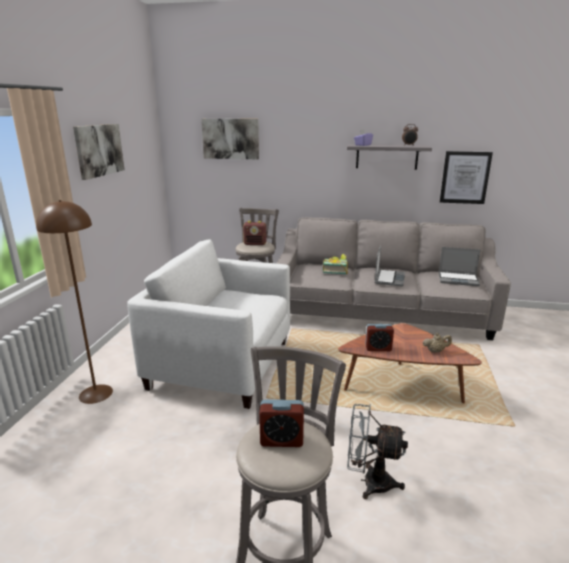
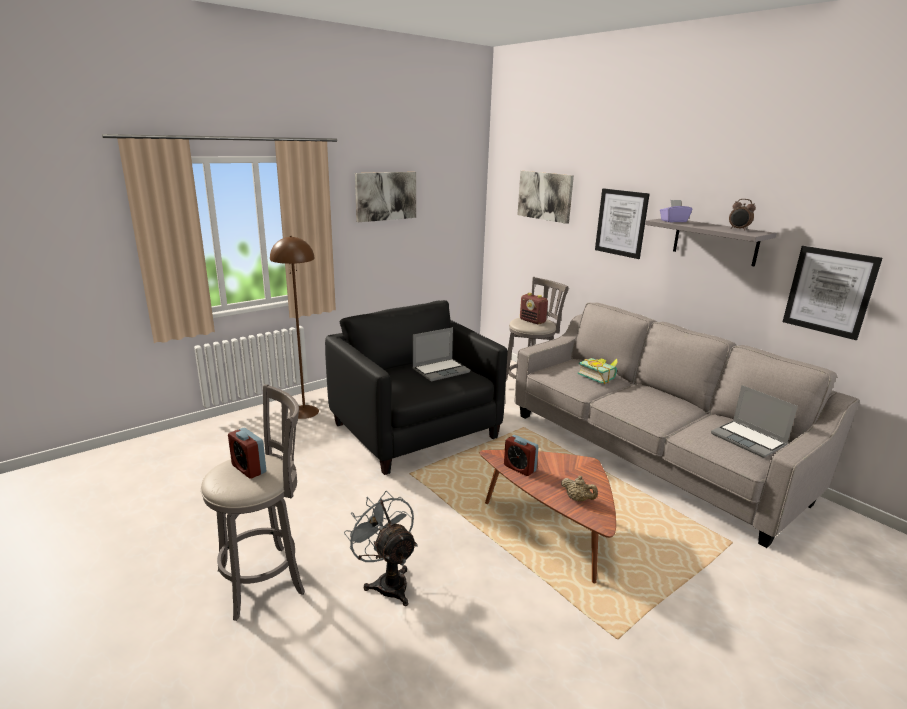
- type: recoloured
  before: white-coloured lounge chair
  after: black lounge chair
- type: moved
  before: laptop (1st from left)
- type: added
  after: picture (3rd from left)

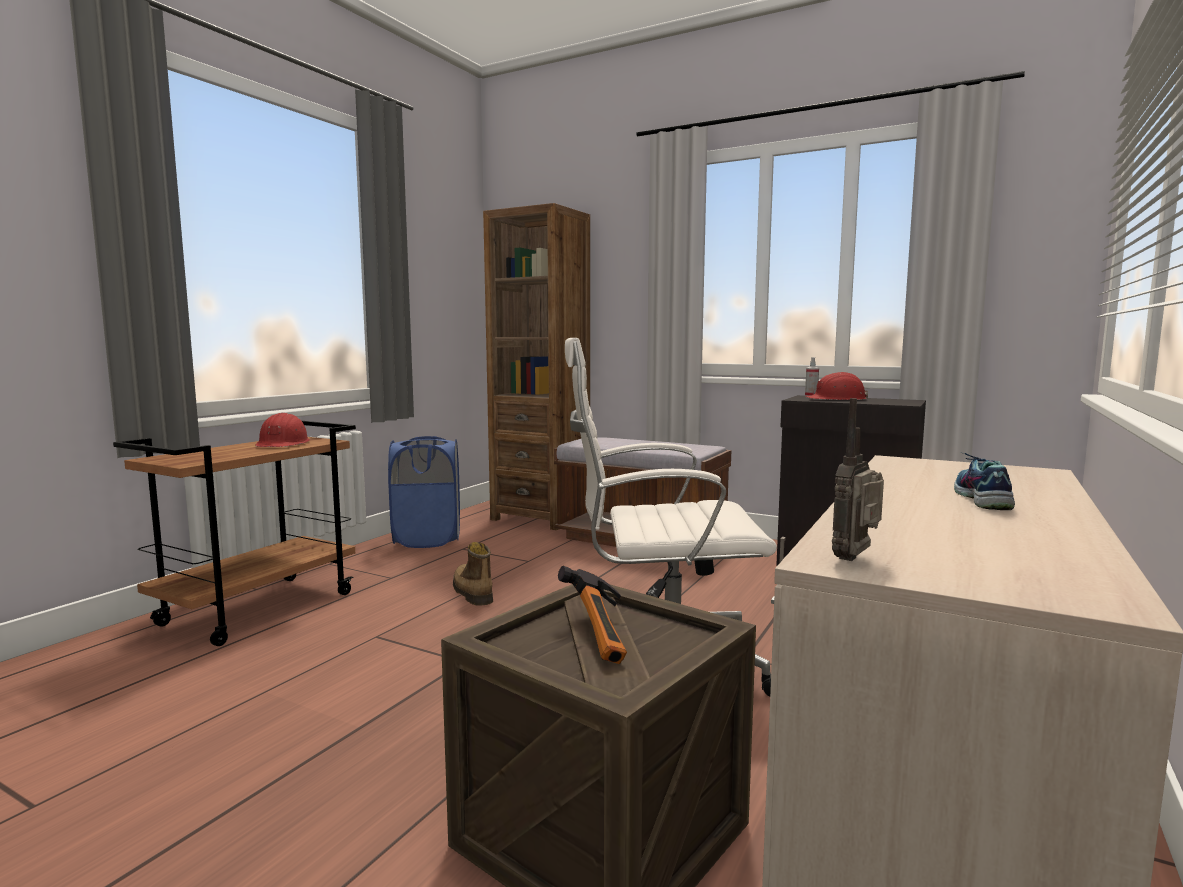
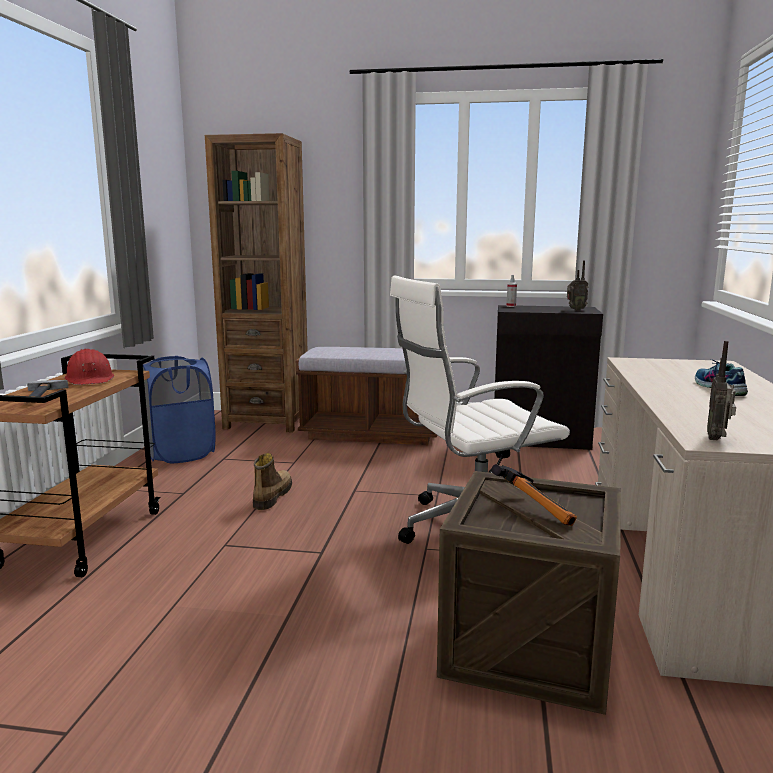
- type: turned
  before: high-top boot
  turn: 60
- type: removed
  before: red-coloured safety helmet (2nd from left)
- type: added
  after: hand hammer (1st from left)
- type: added
  after: radio (1st from left)

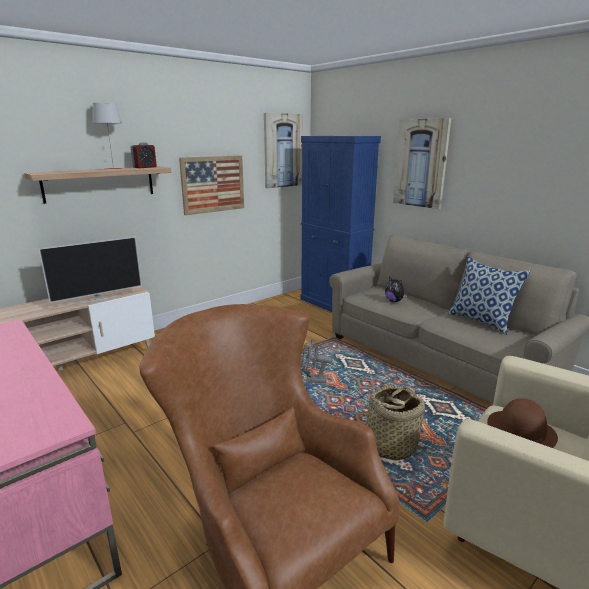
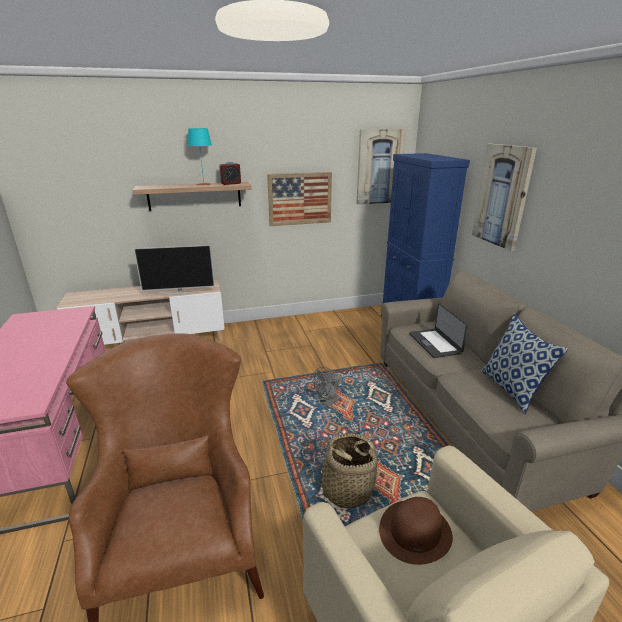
- type: recoloured
  before: grey lamp for a table
  after: turquoise lamp for a table
- type: turned
  before: grey fan
  turn: -75
- type: replaced
  before: cuddly toy
  after: laptop

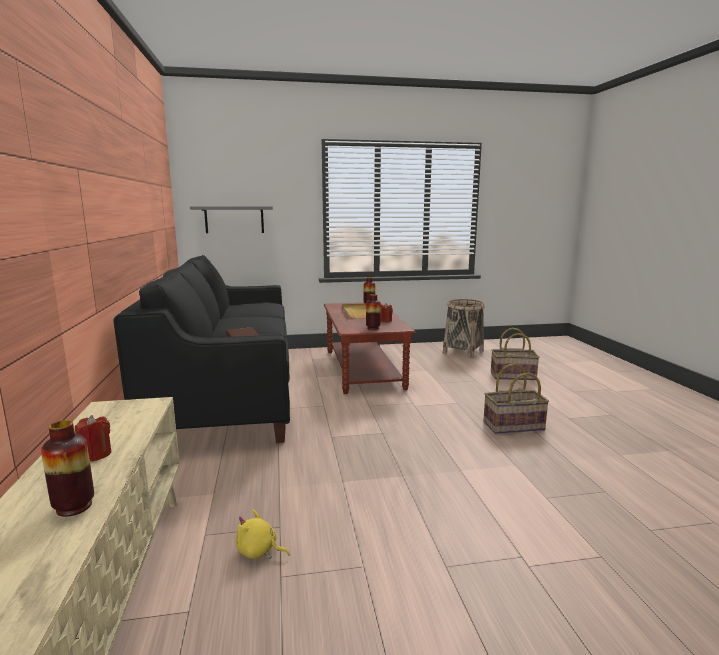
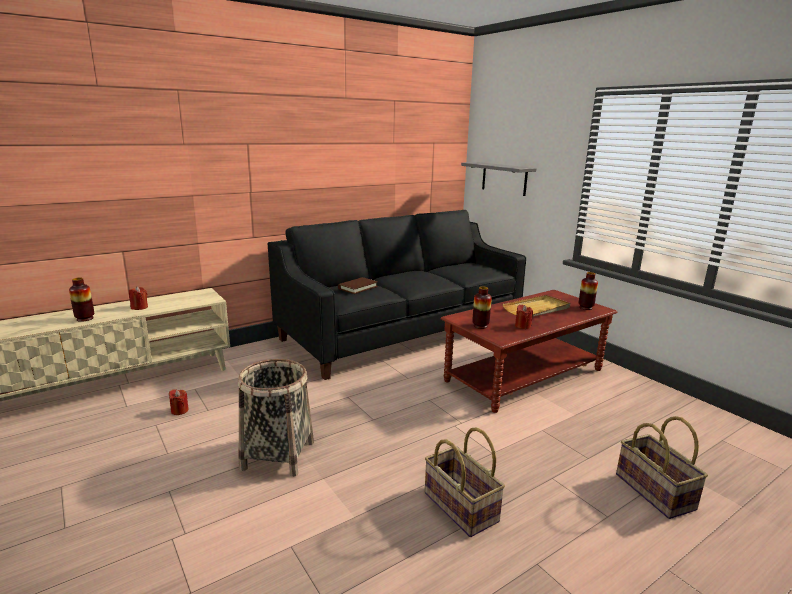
- type: replaced
  before: yellow-coloured cuddly toy
  after: red-coloured wax candle (2nd from left)
- type: moved
  before: storage basket (1st from left)

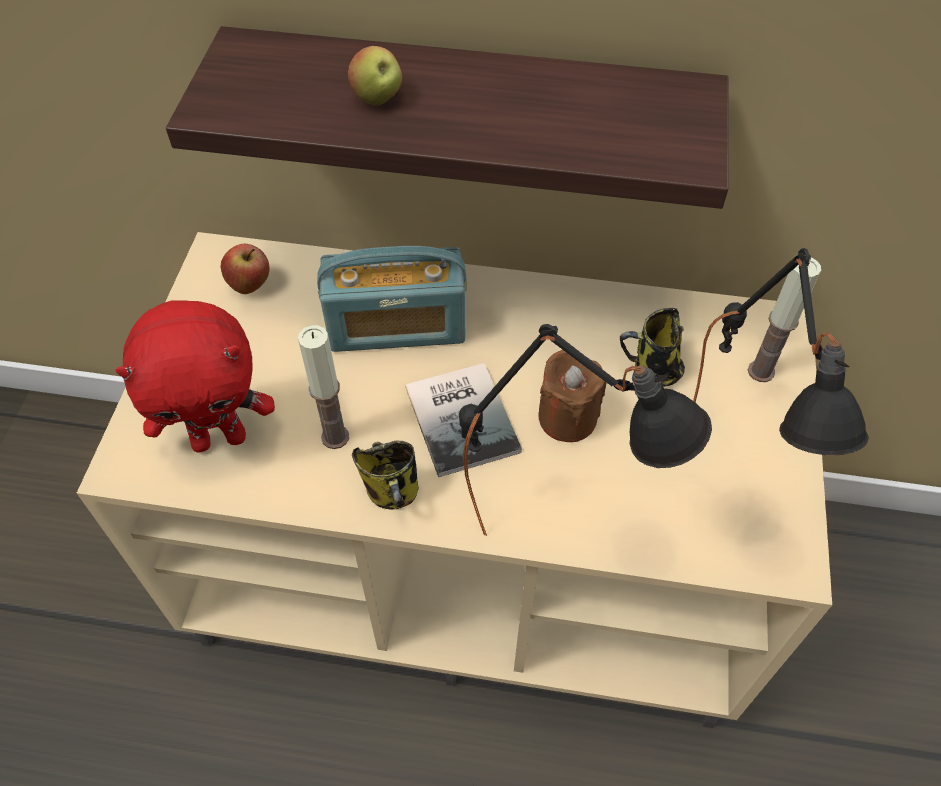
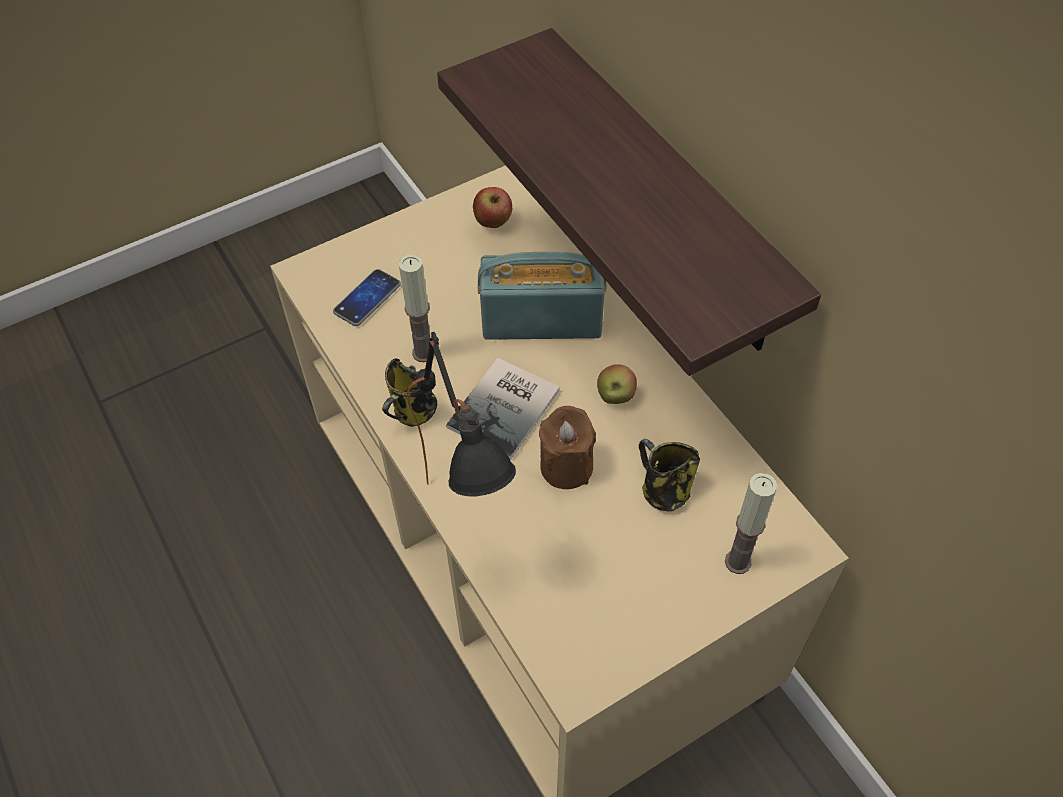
- type: replaced
  before: red-coloured cuddly toy
  after: handset
- type: turned
  before: radio
  turn: 135
- type: moved
  before: apple (2nd from left)
- type: removed
  before: black lamp for a table (2nd from left)

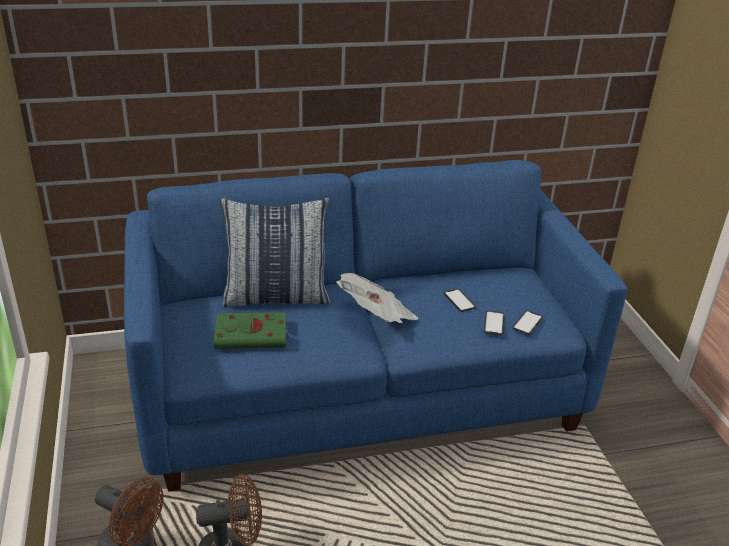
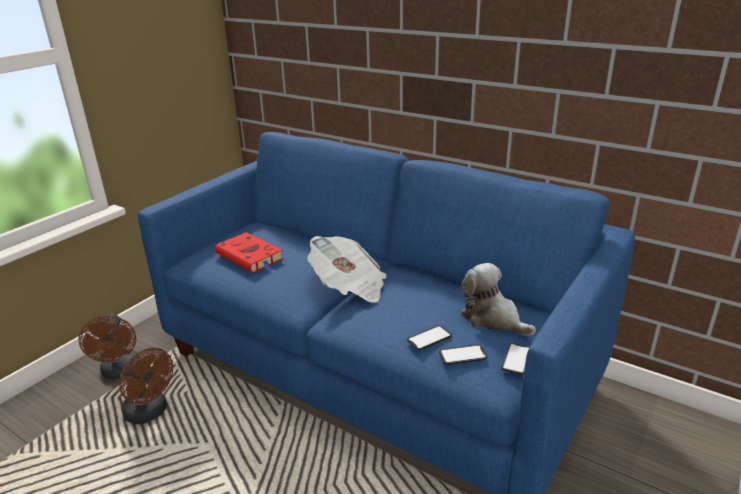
- type: recoloured
  before: green-coloured book
  after: red-coloured book
- type: removed
  before: cushion
- type: moved
  before: handset (1st from left in the first image)
  after: handset (3rd from left)
- type: added
  after: cuddly toy

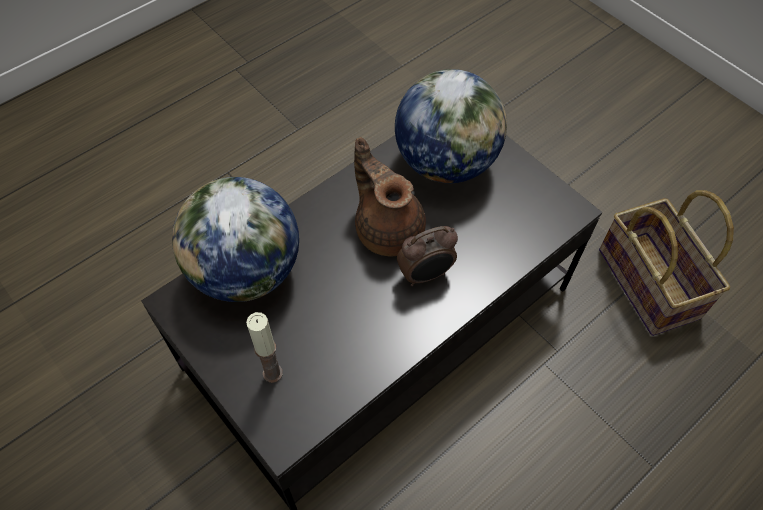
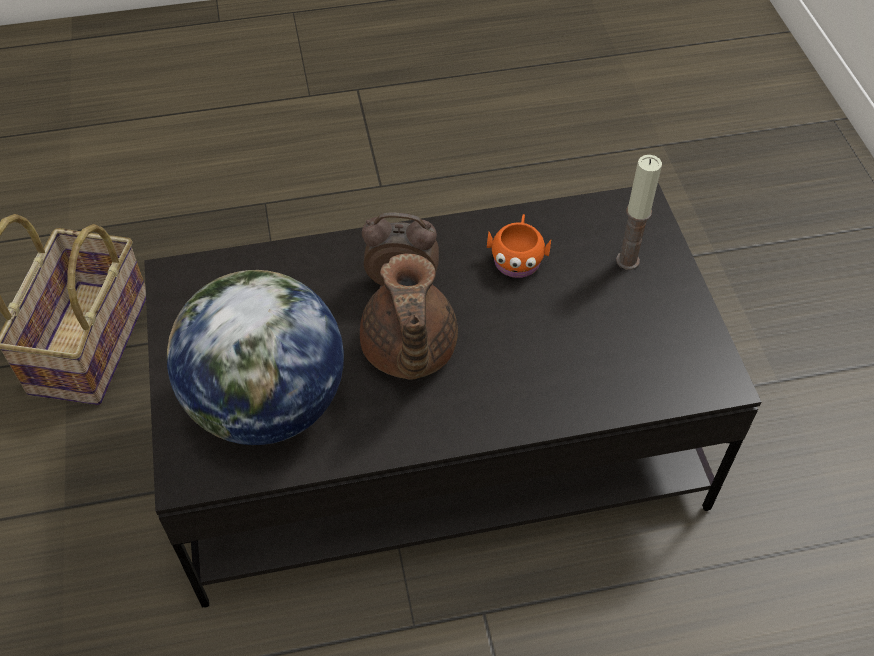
- type: removed
  before: desk globe (1st from left)
- type: added
  after: orangey mug

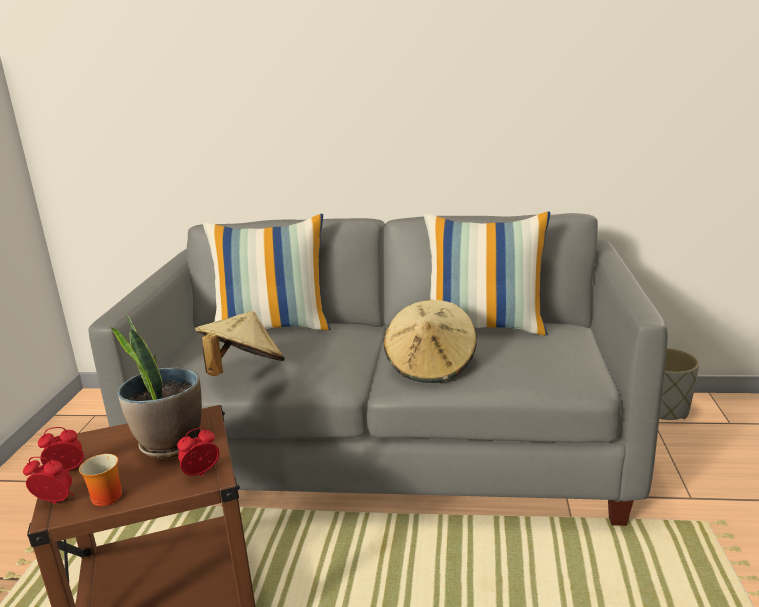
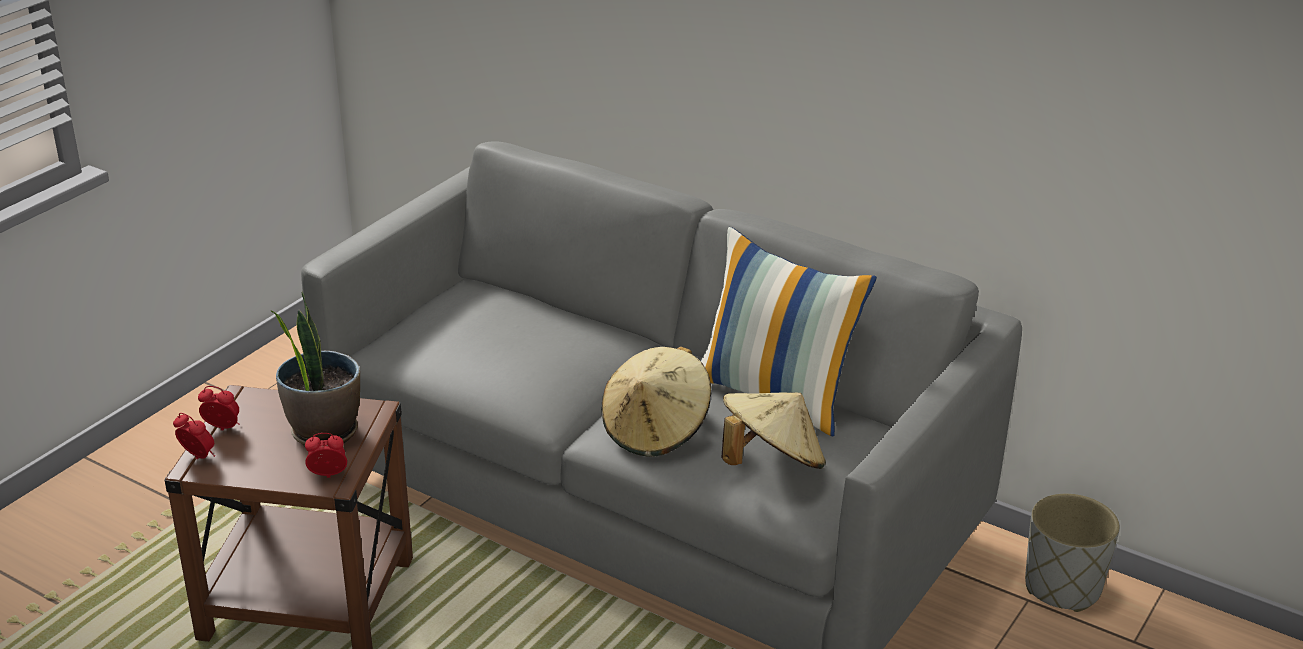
- type: removed
  before: mug
- type: moved
  before: sand-coloured hat (1st from left in the first image)
  after: sand-coloured hat (2nd from left)
- type: removed
  before: cushion (1st from left)

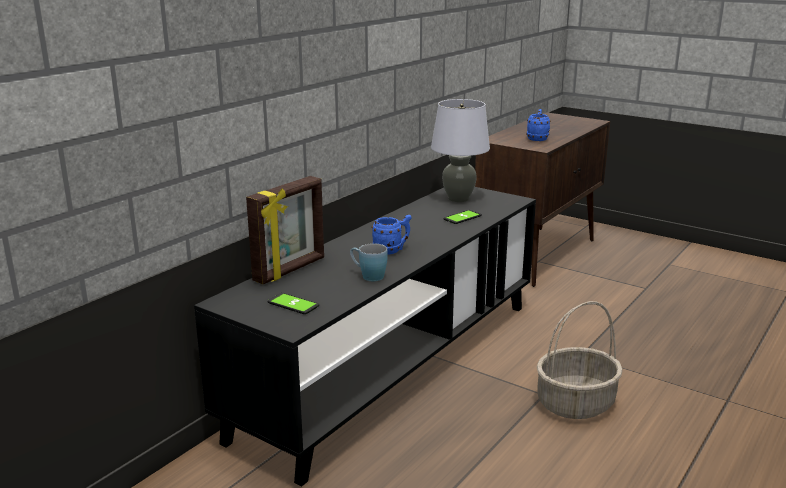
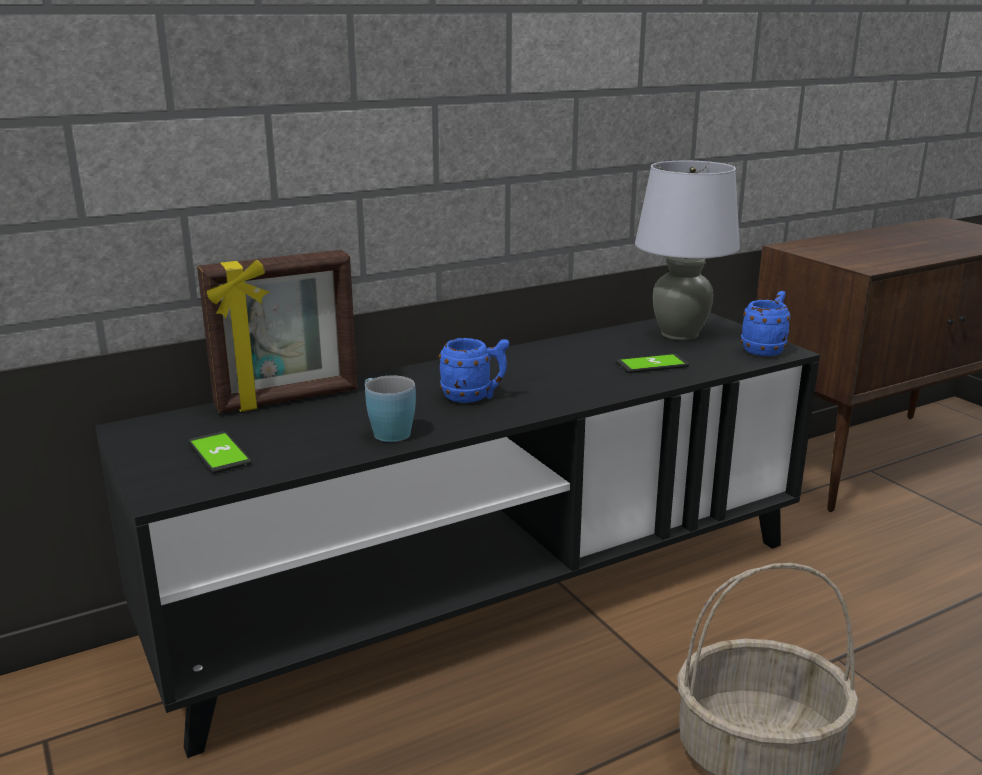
- type: moved
  before: bluish mug (3rd from left)

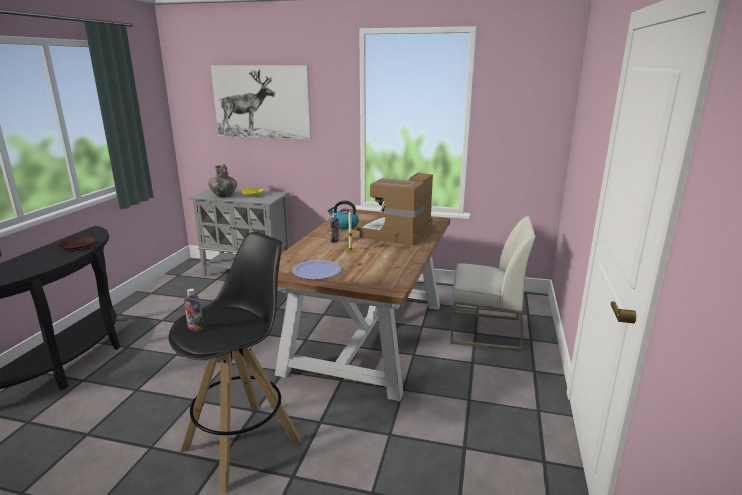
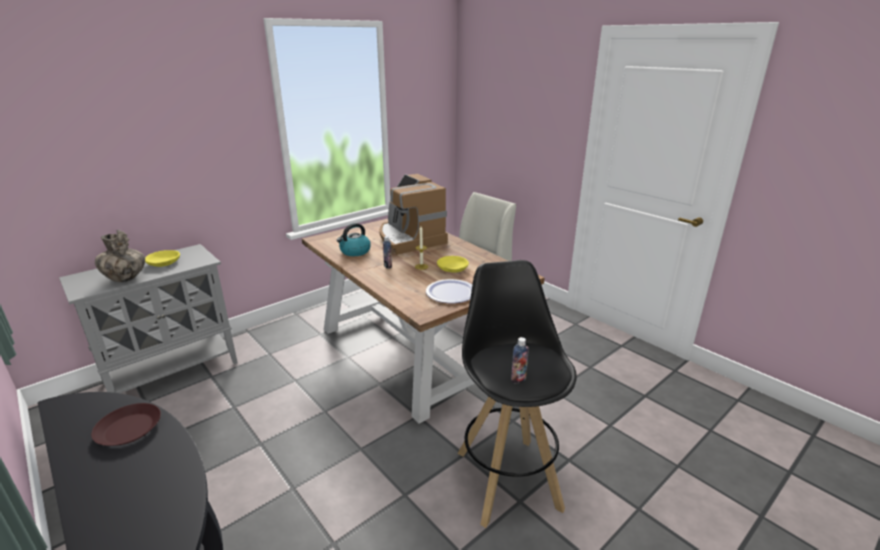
- type: removed
  before: picture
- type: added
  after: yellow-coloured serving bowl (2nd from left)

